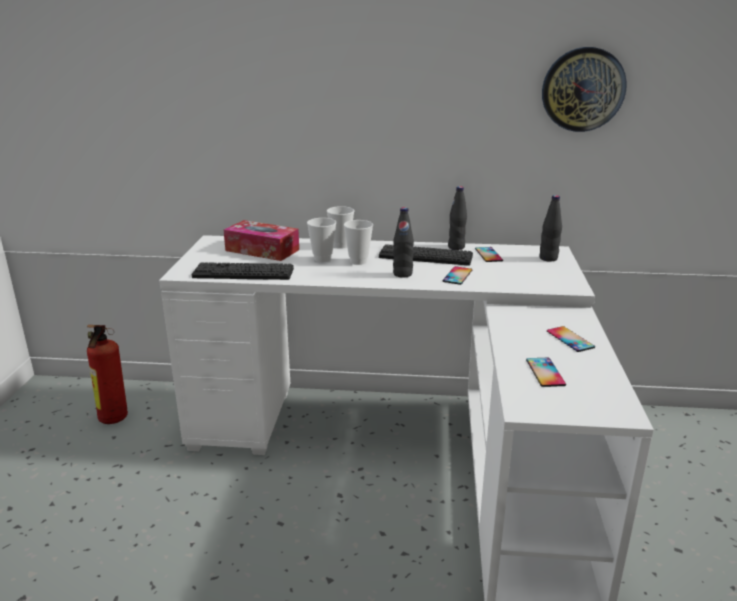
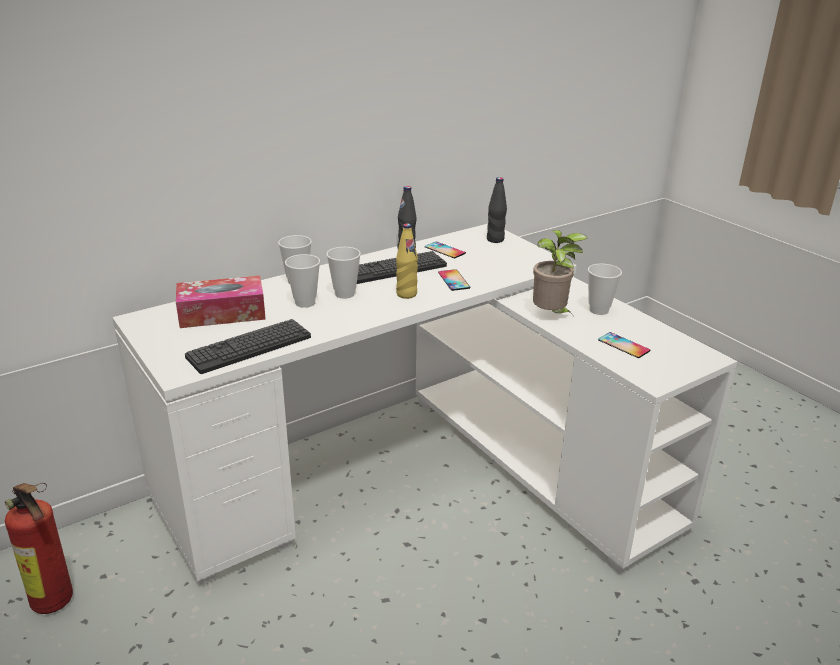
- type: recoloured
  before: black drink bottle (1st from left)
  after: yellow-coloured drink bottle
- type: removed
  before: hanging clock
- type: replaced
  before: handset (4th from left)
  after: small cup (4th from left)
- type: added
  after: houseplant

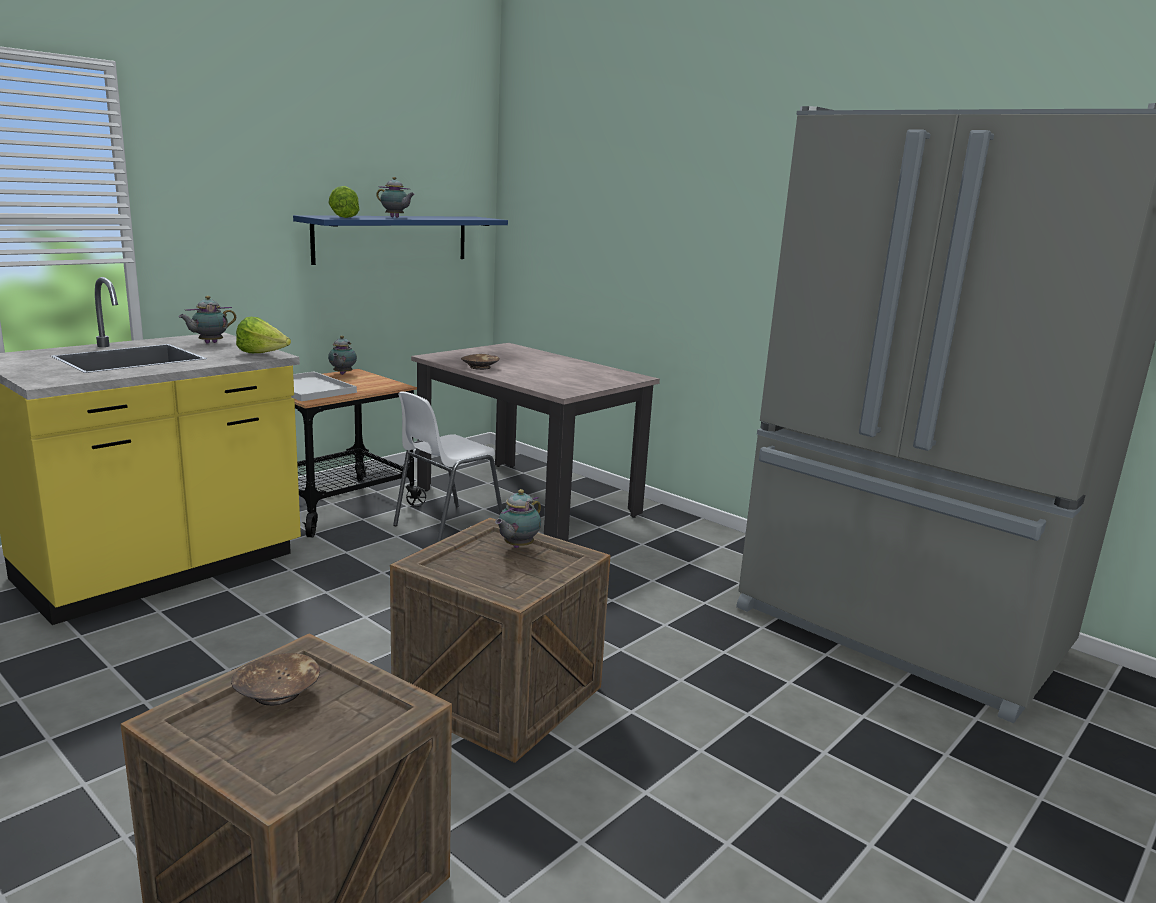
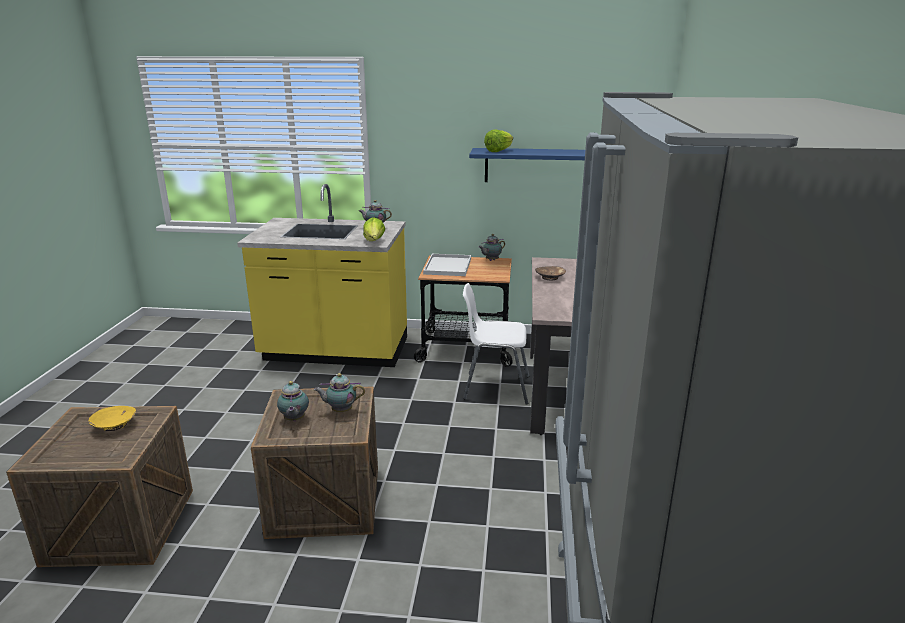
- type: recoloured
  before: brown-coloured serving bowl (1st from left)
  after: yellow-coloured serving bowl
- type: moved
  before: teapot (3rd from left in the first image)
  after: teapot (1st from left)

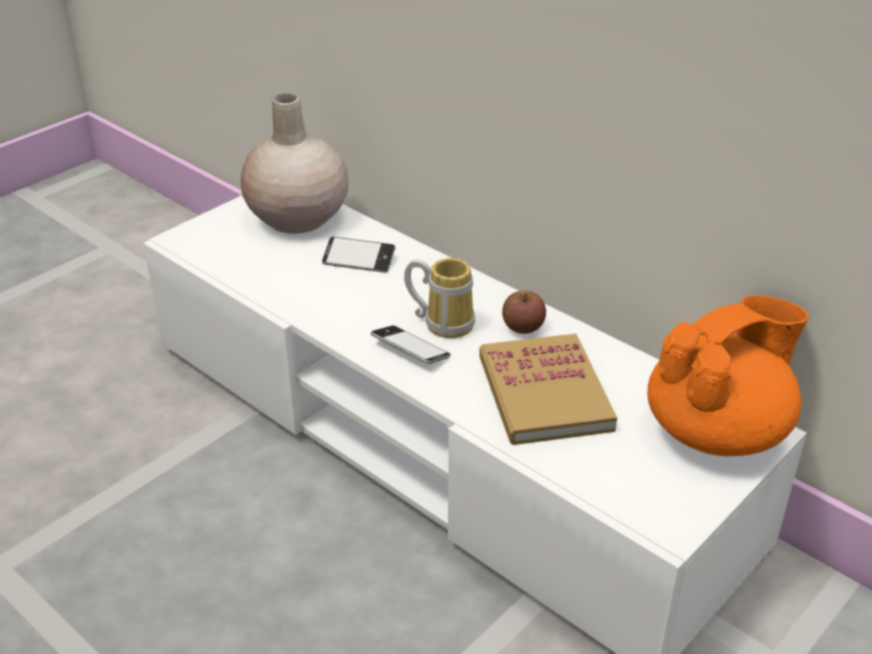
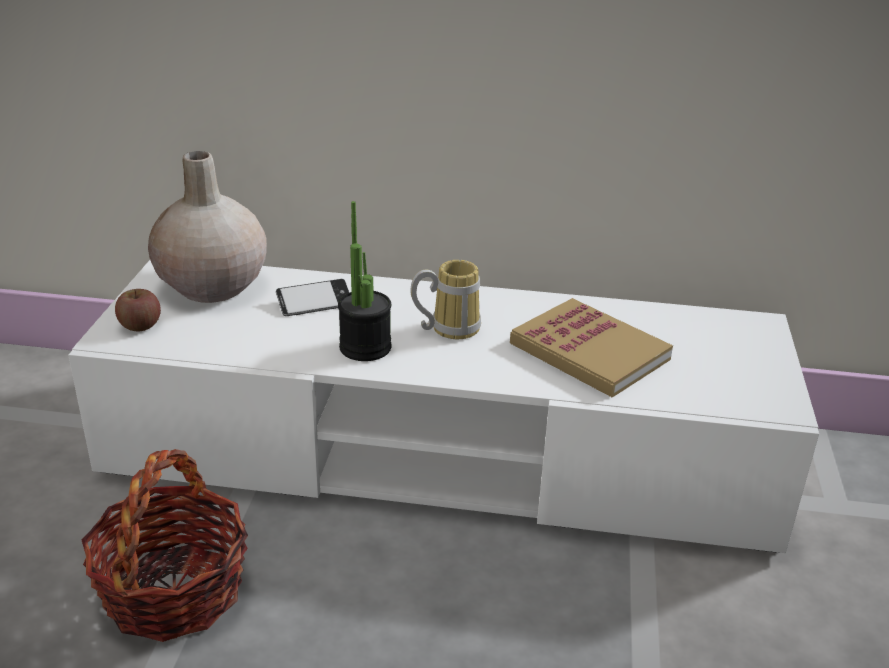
- type: removed
  before: handset (2nd from left)
- type: moved
  before: apple
- type: removed
  before: orangey teapot
- type: added
  after: storage basket
- type: added
  after: houseplant

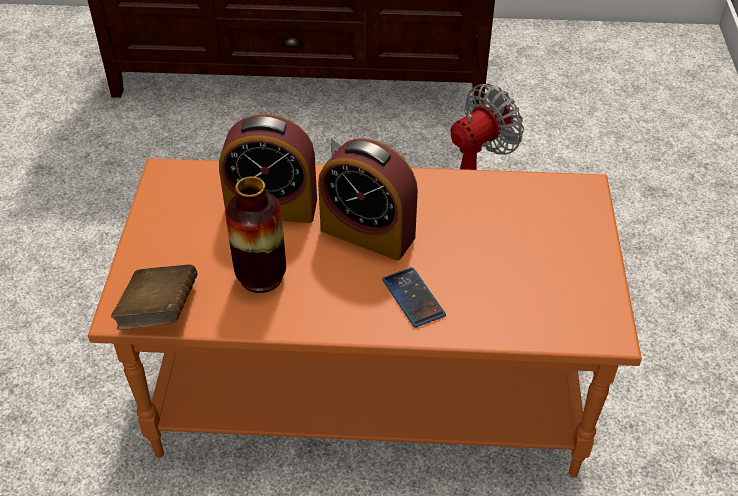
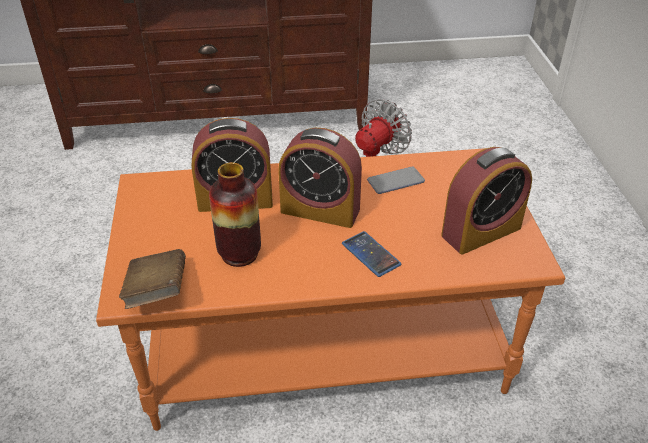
- type: added
  after: handset (2nd from left)
- type: added
  after: bedside clock (3rd from left)

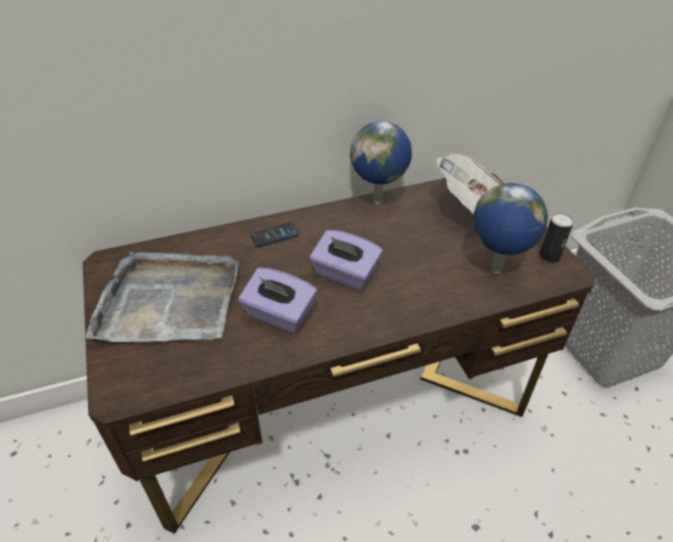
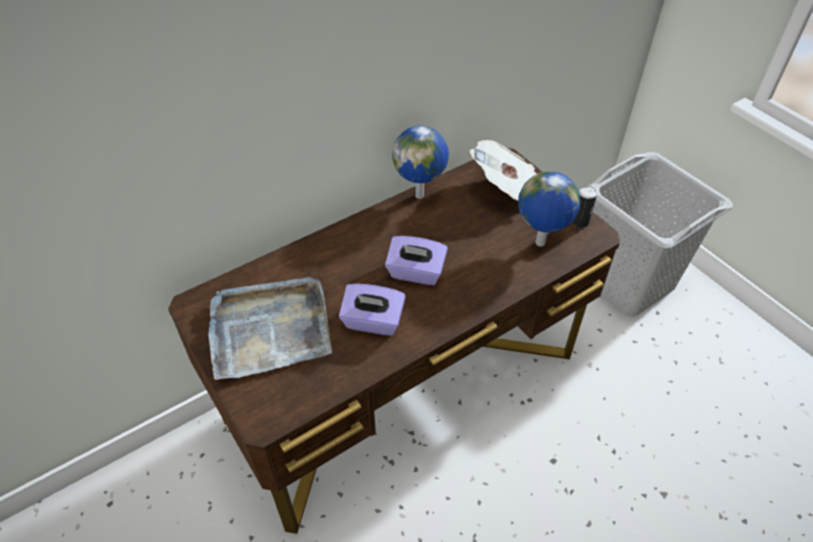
- type: removed
  before: handset

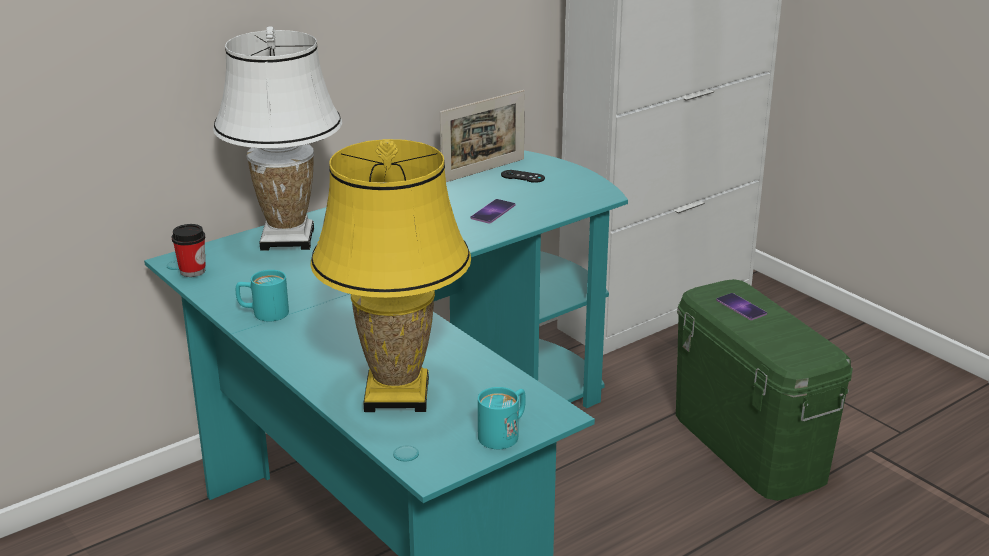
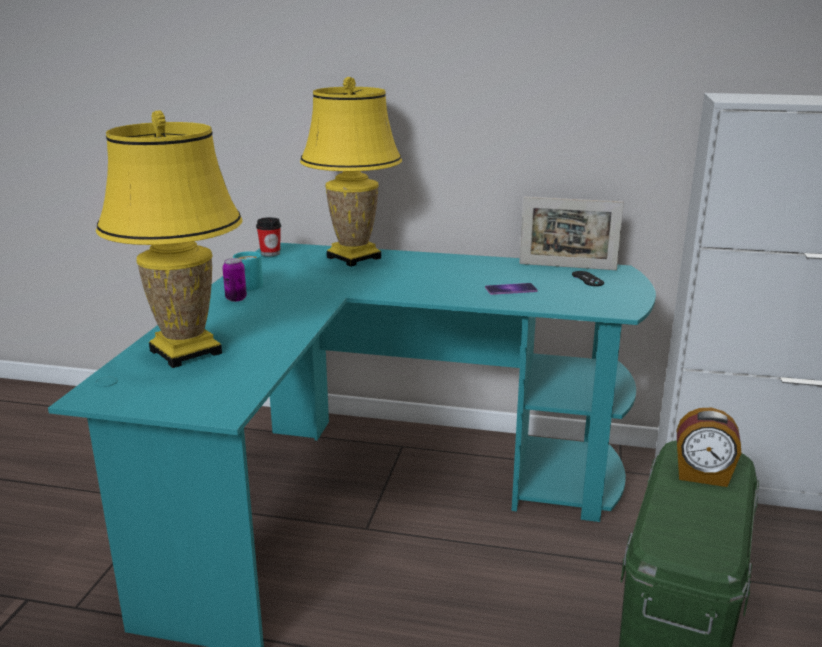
- type: recoloured
  before: white-coloured lamp for a table
  after: yellow-coloured lamp for a table (2nd from left)
- type: removed
  before: turquoise mug (2nd from left)
- type: replaced
  before: handset (2nd from left)
  after: bedside clock
- type: added
  after: sealed can

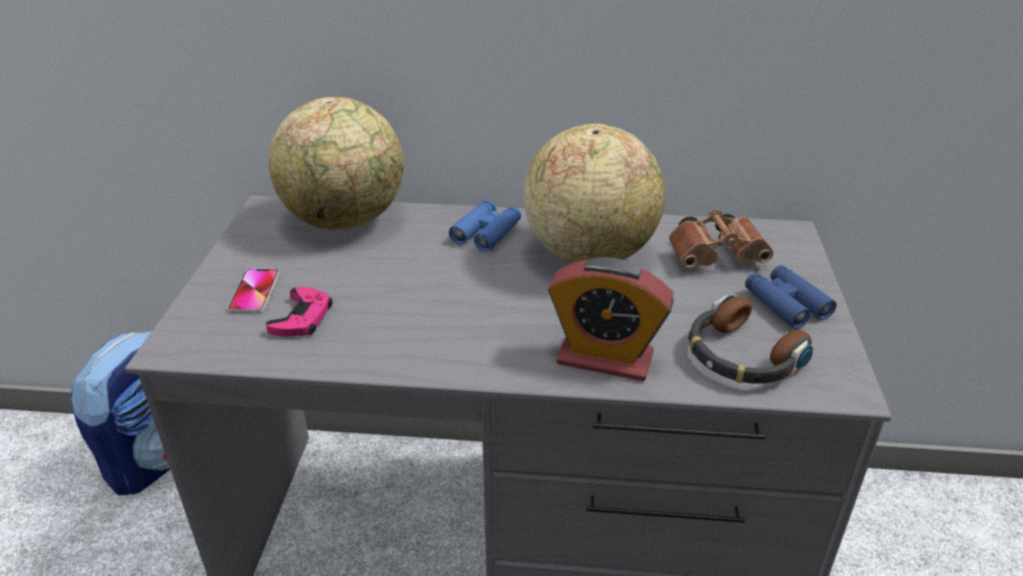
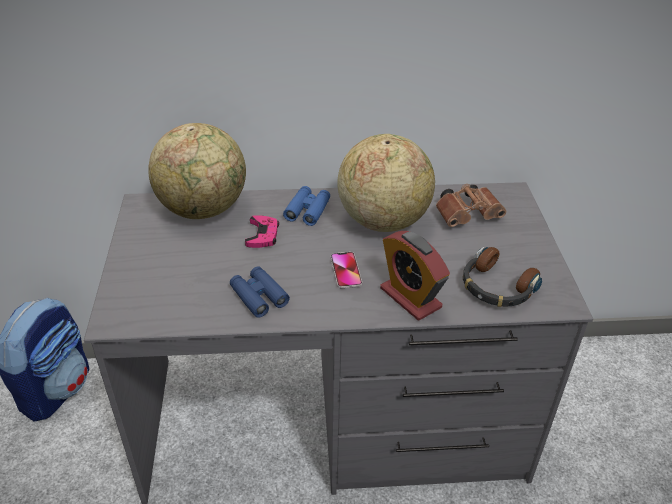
- type: moved
  before: handset
- type: moved
  before: pink-coloured gamepad
- type: turned
  before: bedside clock
  turn: 45
- type: moved
  before: bluish pair of binoculars (2nd from left in the first image)
  after: bluish pair of binoculars (1st from left)

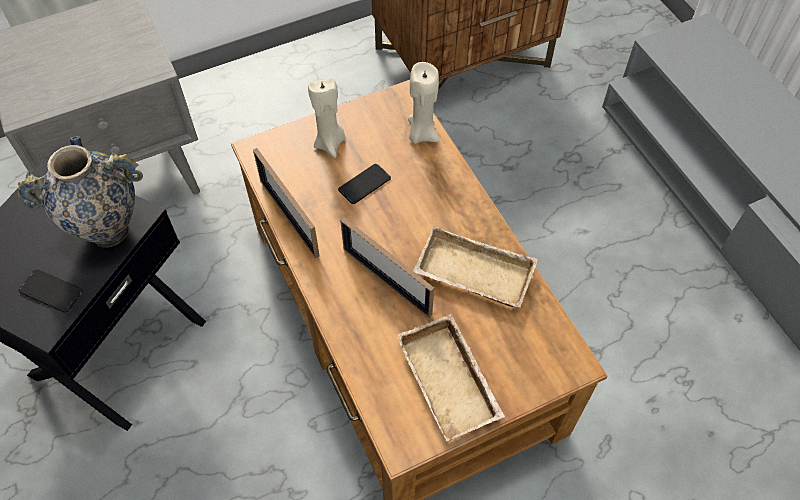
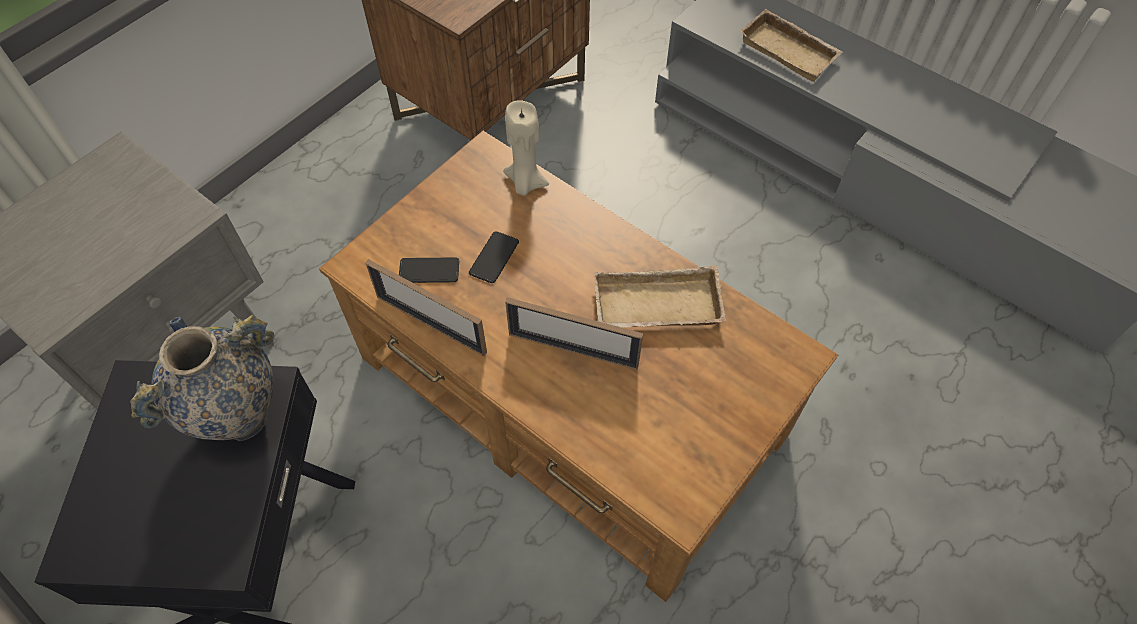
- type: moved
  before: handset (1st from left)
- type: removed
  before: sand-coloured wax candle (1st from left)
- type: moved
  before: sand-coloured serving tray (1st from left in the first image)
  after: sand-coloured serving tray (2nd from left)

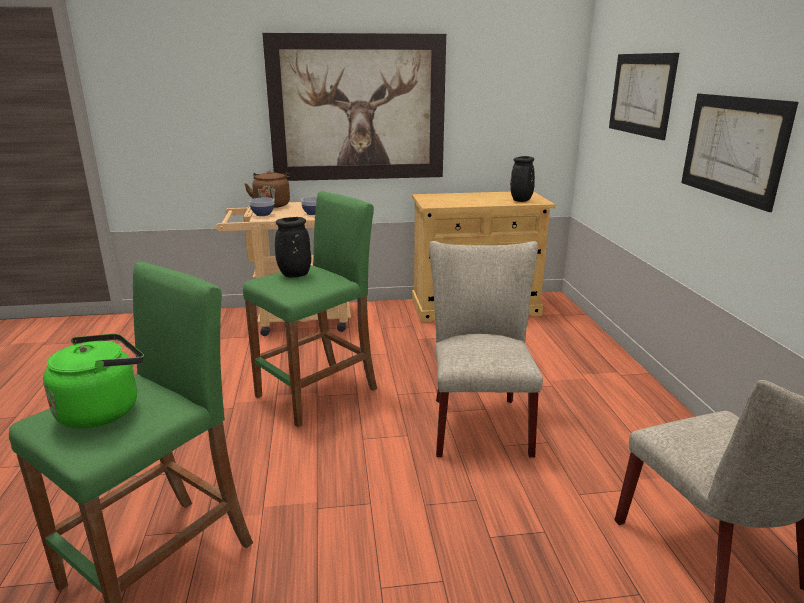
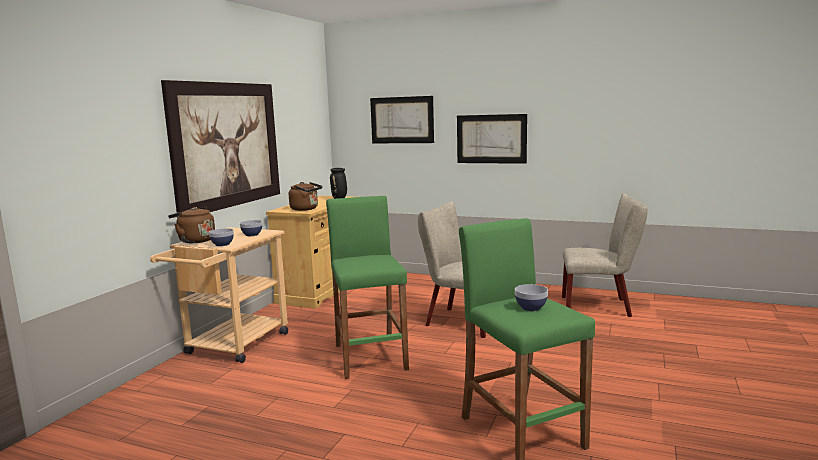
- type: replaced
  before: green-coloured water kettle
  after: serving bowl (3rd from left)
- type: removed
  before: black vase (1st from left)
- type: added
  after: brown-coloured water kettle (2nd from left)

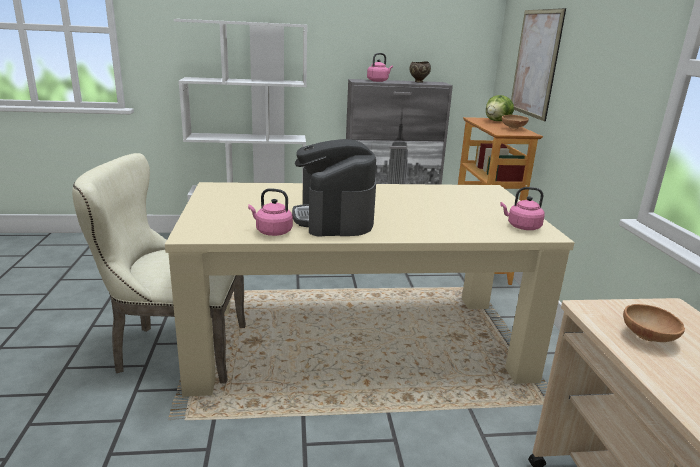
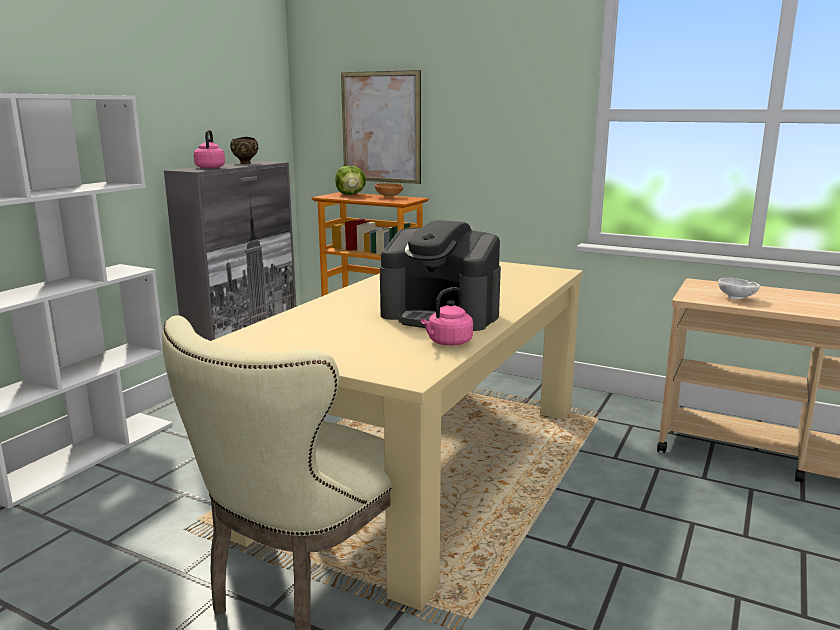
- type: removed
  before: pink-coloured water kettle (3rd from left)
- type: recoloured
  before: brown-coloured serving bowl (3rd from left)
  after: white-coloured serving bowl

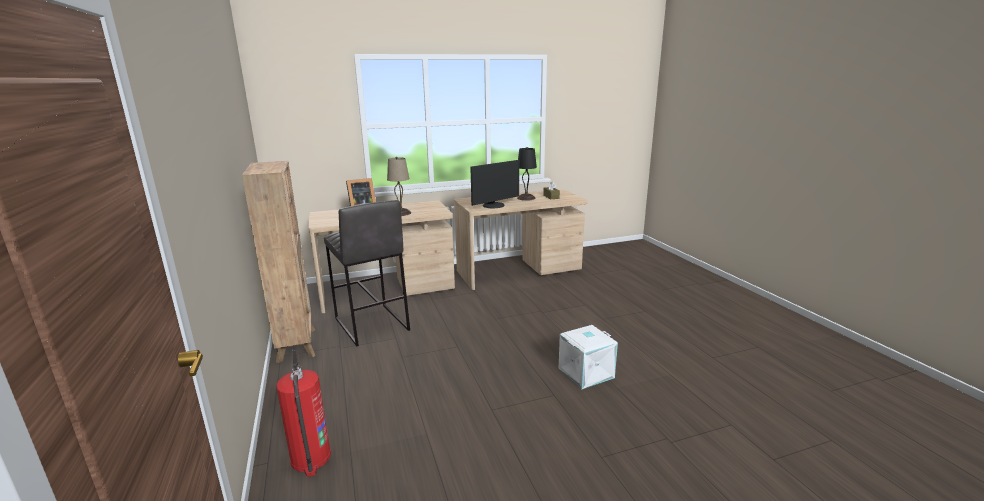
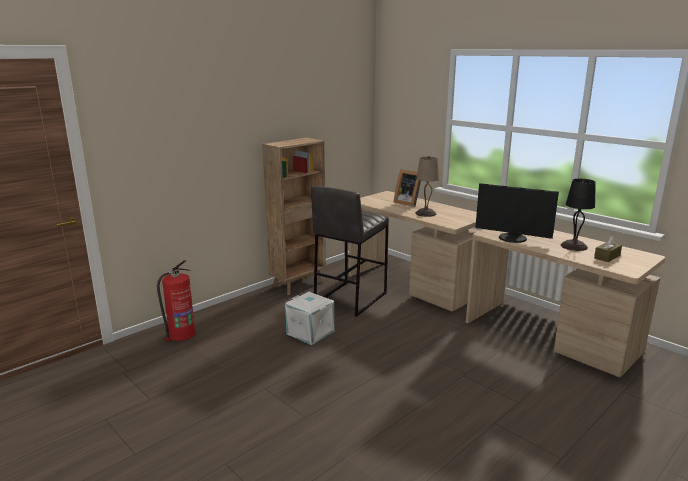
- type: moved
  before: white-coloured storage container

